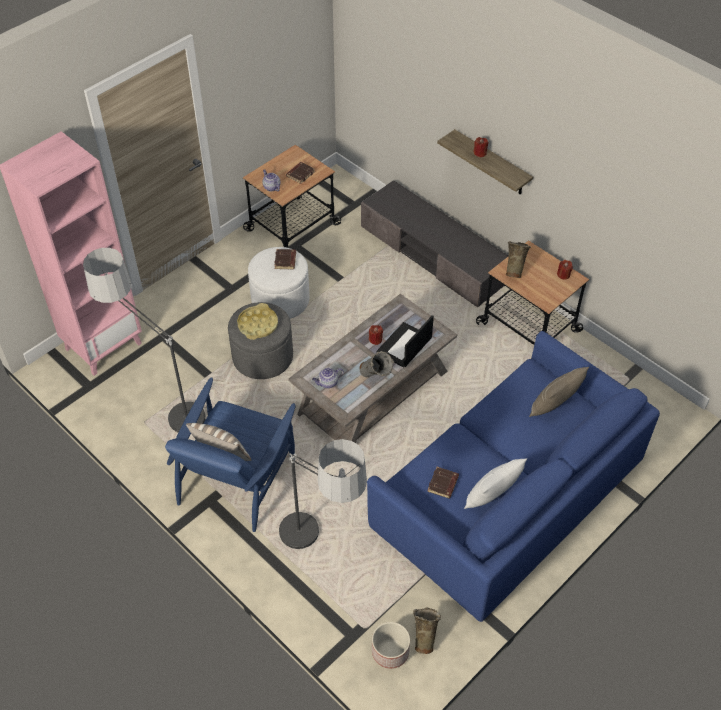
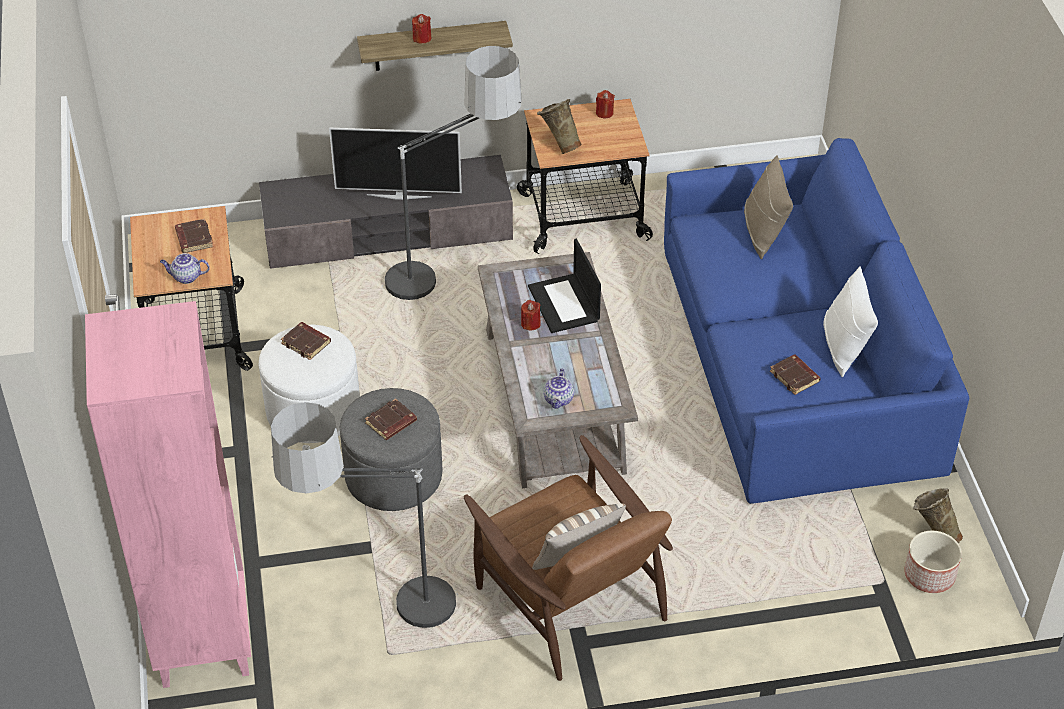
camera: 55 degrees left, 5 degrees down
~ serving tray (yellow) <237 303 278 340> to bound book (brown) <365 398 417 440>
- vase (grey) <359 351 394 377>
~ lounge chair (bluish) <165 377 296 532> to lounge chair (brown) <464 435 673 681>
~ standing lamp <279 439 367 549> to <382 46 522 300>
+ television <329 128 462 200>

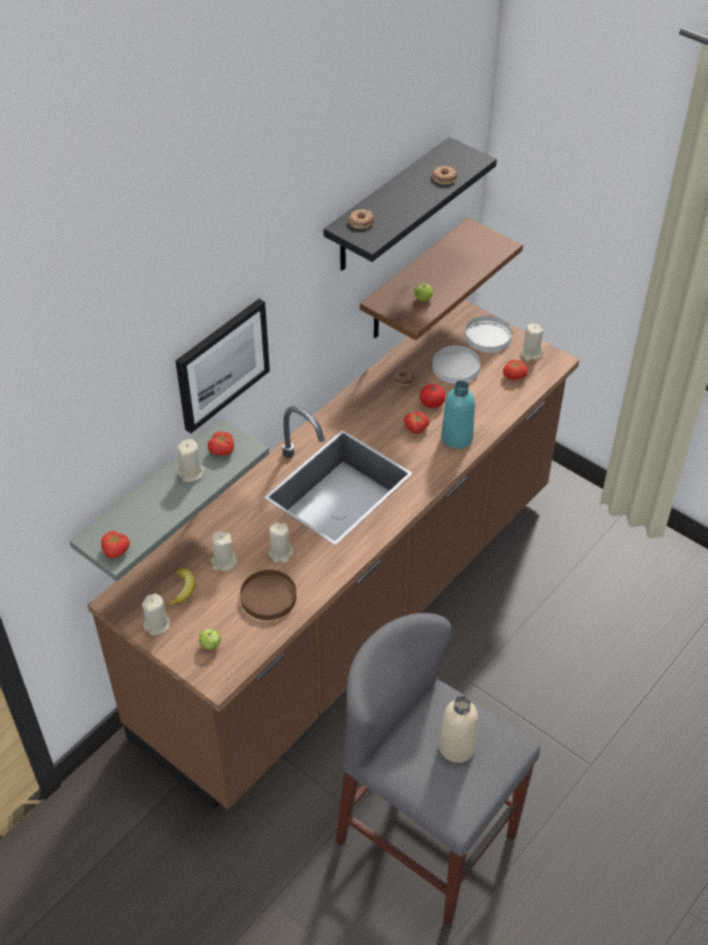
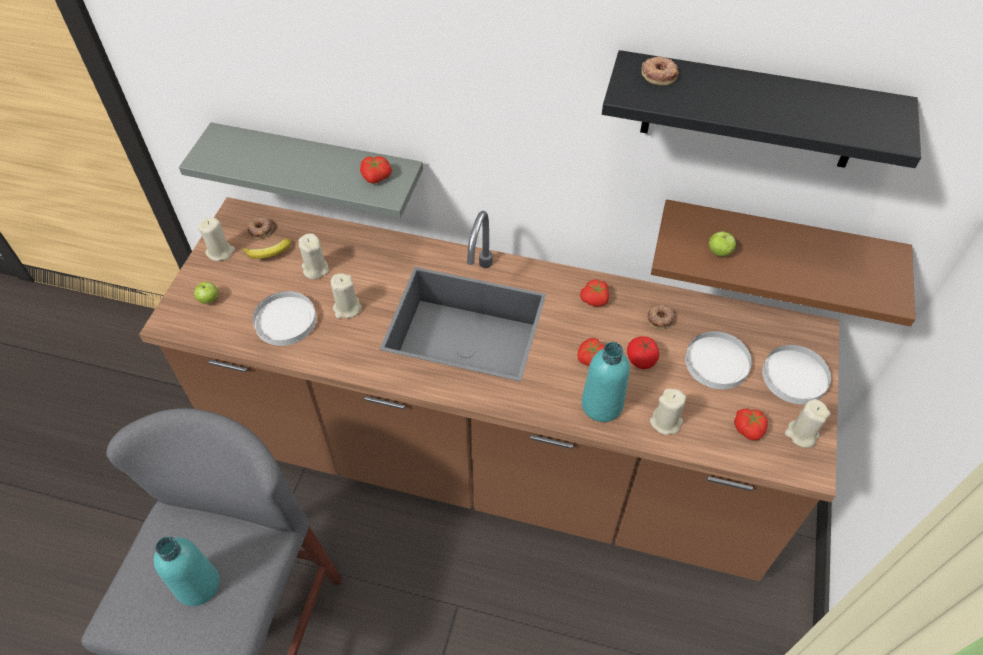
camera: 65 degrees right, 5 degrees up
~ doughnut <431 166 457 185> to <247 217 273 239>
- picture <175 299 270 433>
~ candle (beige) <177 439 205 482> to <650 389 686 435>
~ whole tomato <101 531 130 558> to <580 279 609 306>
~ dinner plate (brown) <240 570 296 620> to dinner plate (white-coloured) <253 291 316 346>
~ drink bottle (beige) <439 695 478 763> to drink bottle (turquoise) <154 536 220 606>

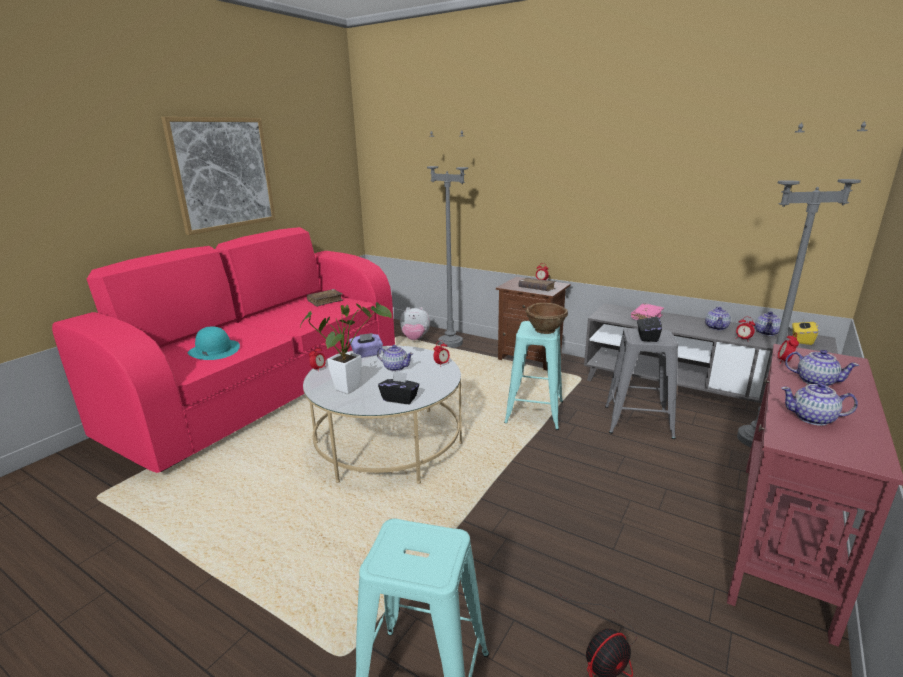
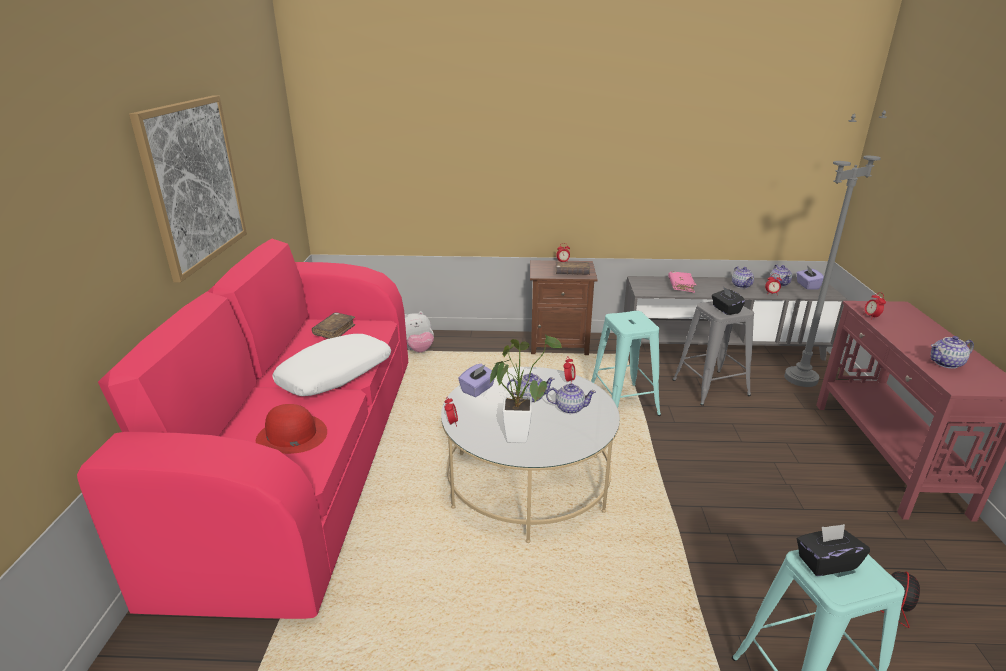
camera: 30 degrees left, 5 degrees up
- standing lamp (grey) <427 131 468 348>
- deep dish (brown) <526 303 568 334>
~ tissue box (yellow) <792 316 818 345> to tissue box (purplish) <796 266 824 290>
~ hat (turquoise) <188 326 240 360> to hat (red) <256 404 327 454>
~ tea pot <785 350 859 387> to <546 383 596 414>
~ tissue box (black-coloured) <378 371 419 404> to <797 524 870 576>
+ pillow (white-coloured) <272 334 391 396>

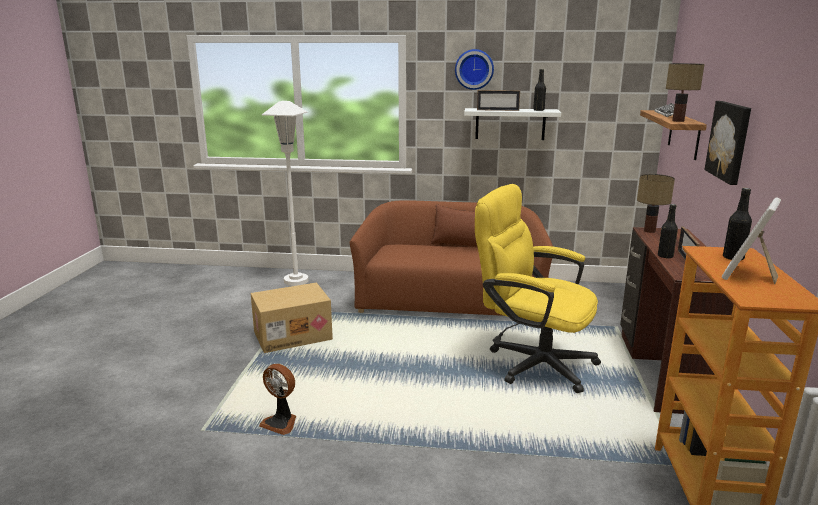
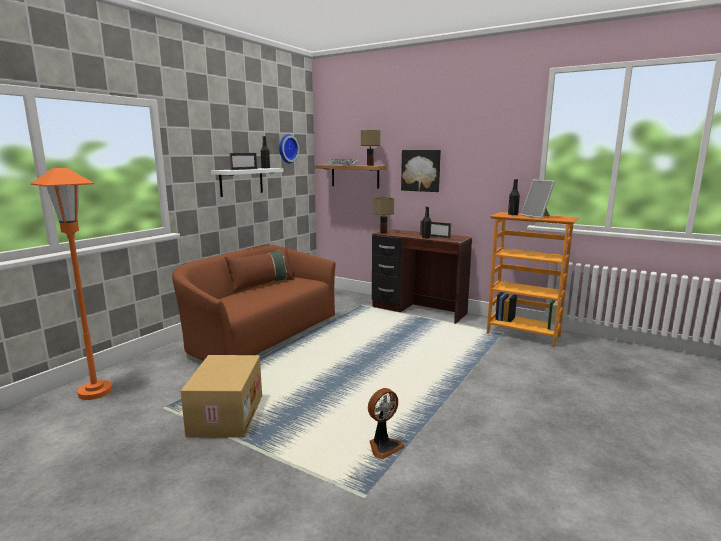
camera: 65 degrees left, 5 degrees down
~ clock on the wall <455 49 494 90> to <279 134 299 163>
~ standing lamp (white-coloured) <262 101 308 286> to standing lamp (orange) <31 168 112 400>
- desk chair (yellow) <475 184 601 393>

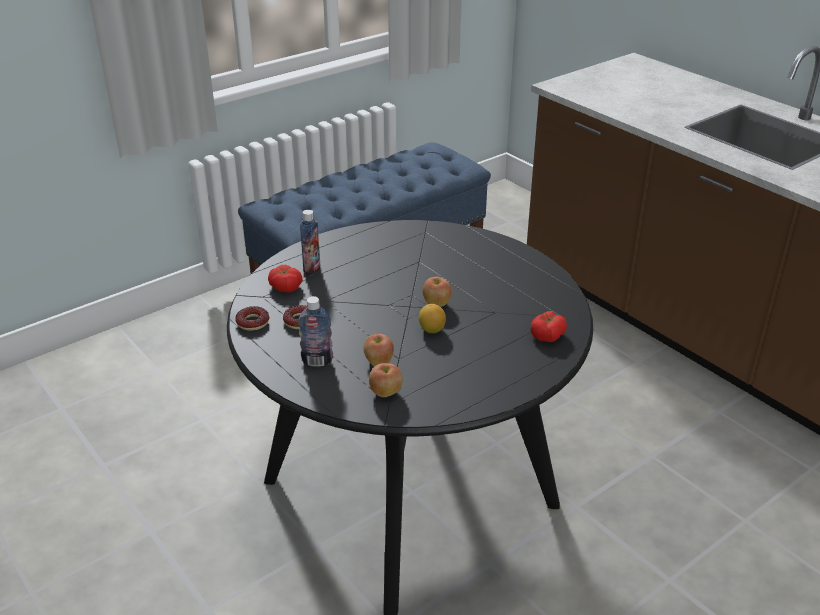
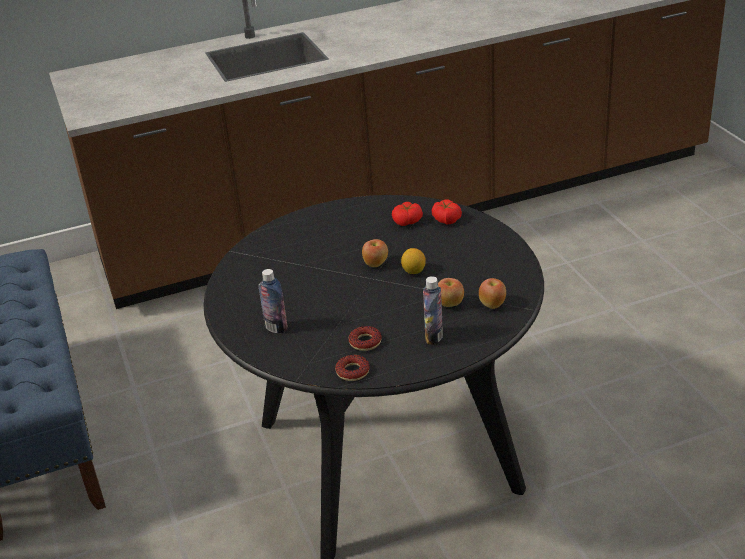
camera: 70 degrees left, 0 degrees up
~ whole tomato <268 265 303 292> to <392 202 423 226>

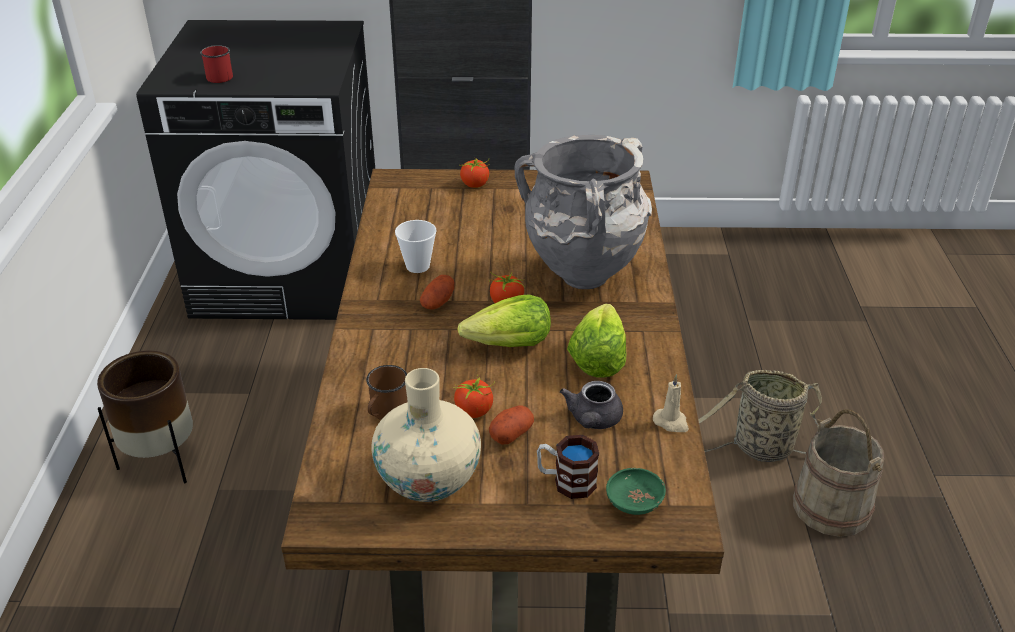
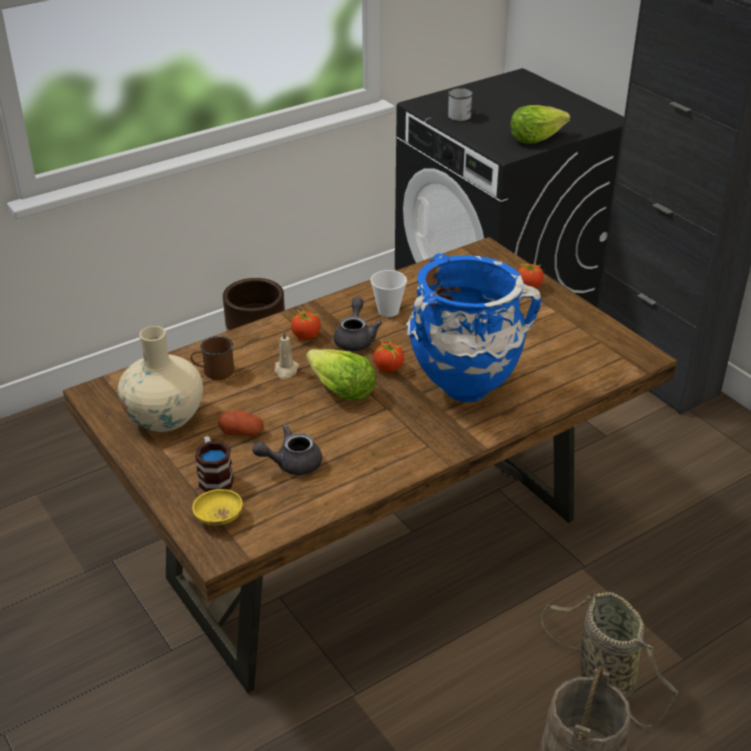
camera: 55 degrees right, 0 degrees up
~ tea mug (red) <200 45 233 83> to tea mug (white-coloured) <448 88 473 121>
~ vase (grey) <515 135 652 289> to vase (bluish) <406 253 541 402>
~ potato <420 275 455 310> to tea pot (grey) <334 297 382 351>
~ lettuce head <567 304 626 377> to <511 105 570 144>
~ candle (beige) <653 374 689 432> to <274 331 299 379>
~ whole tomato <453 375 495 418> to <291 310 321 340>
~ deep dish (green-coloured) <606 468 666 515> to deep dish (yellow) <192 489 243 525>

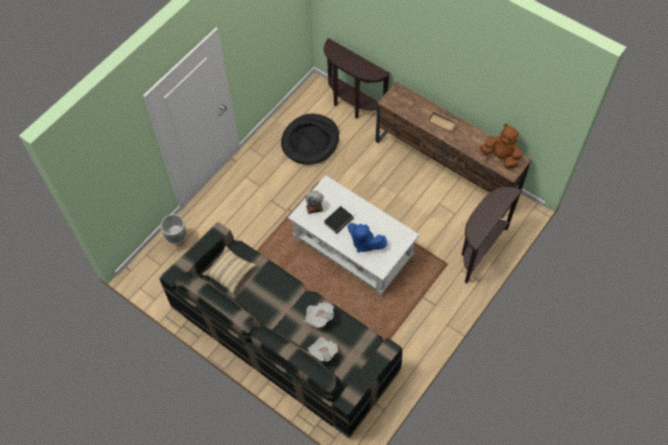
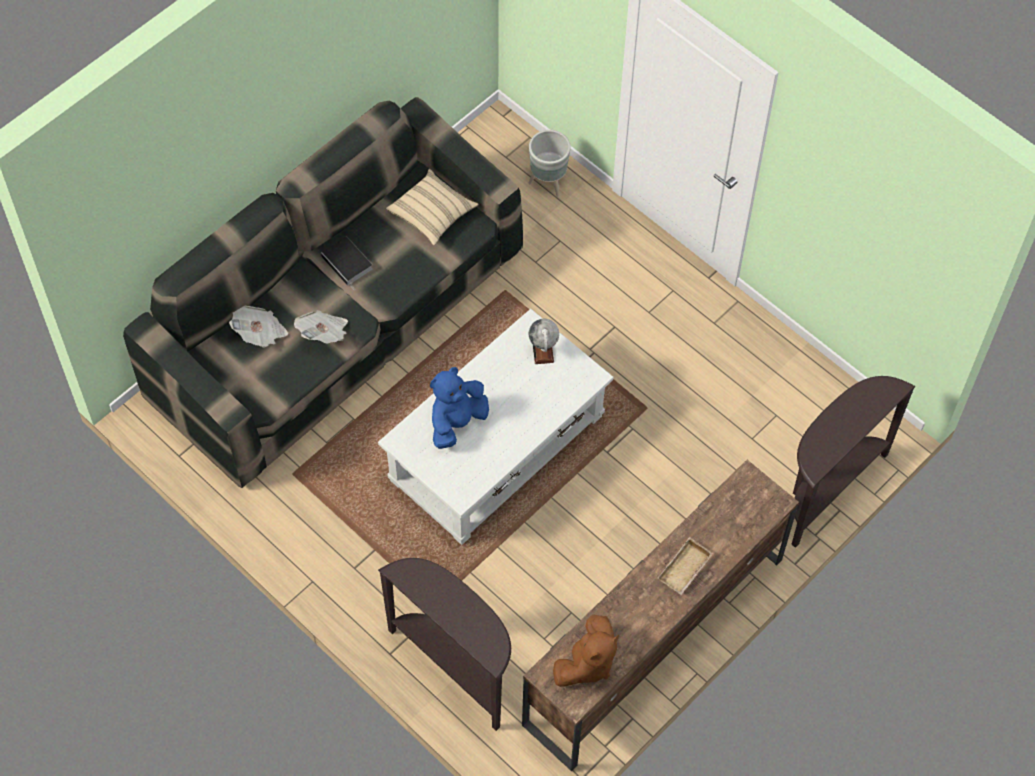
camera: 95 degrees right, 0 degrees up
- dog bed (black-coloured) <281 114 339 165>
~ bound book <324 206 354 234> to <321 237 373 290>

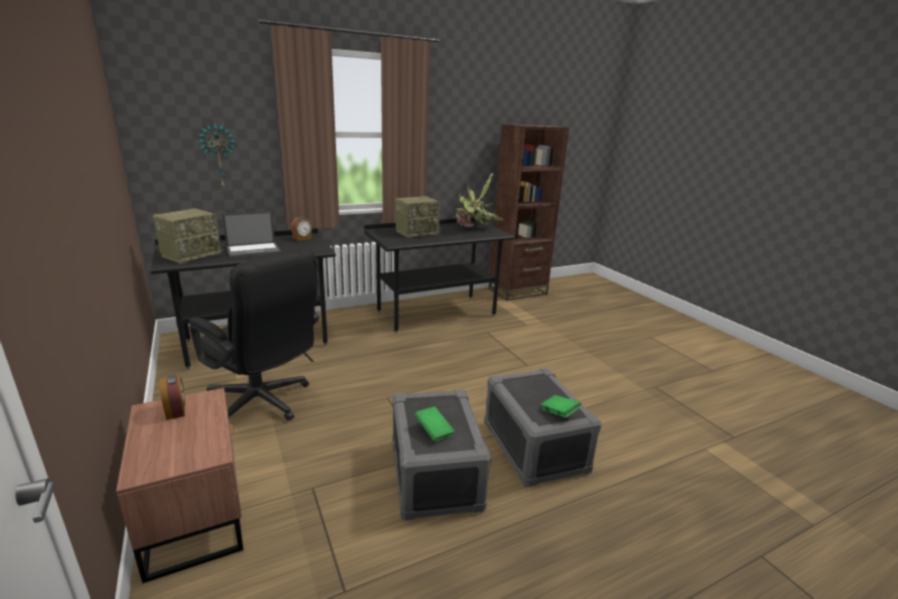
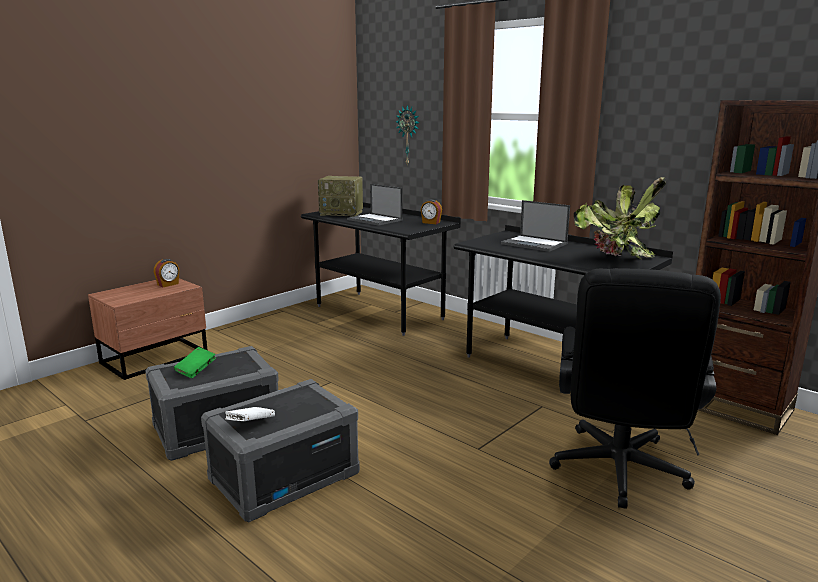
camera: 70 degrees right, 5 degrees down
~ radio receiver <395 196 441 238> to portable computer <501 200 570 252>
~ desk chair (black-coloured) <189 248 319 421> to <549 268 721 509>
~ bound book (green-coloured) <541 395 581 418> to bound book (white-coloured) <225 407 275 421>

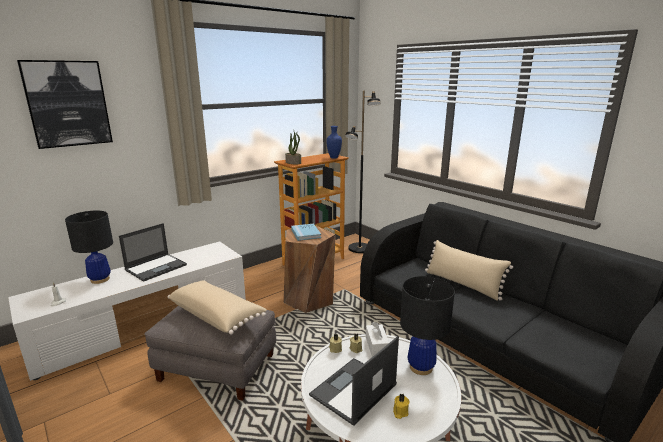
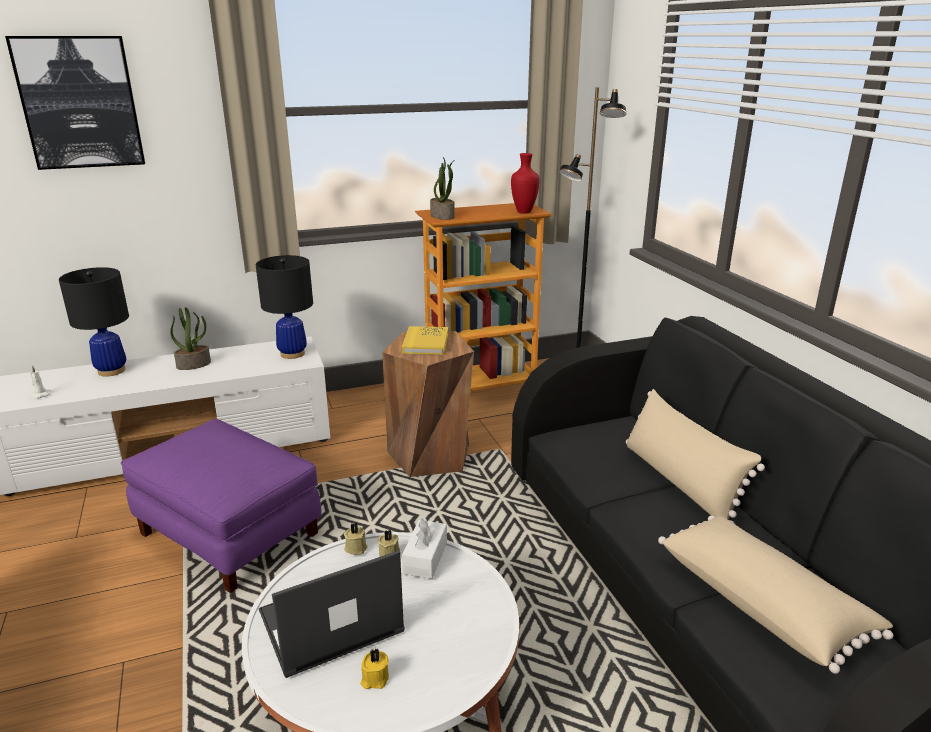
camera: 20 degrees right, 5 degrees up
~ vase (bluish) <326 126 342 159> to vase (red) <511 153 540 214>
~ portable computer <119 223 187 282> to plant in a pot <170 307 211 370>
~ bound book (bluish) <291 224 321 241> to bound book (yellow) <402 326 448 355>
~ table lamp (black-coloured) <400 276 455 375> to <256 255 313 359>
~ pillow (beige) <168 281 267 335> to <658 516 893 674>
~ ottoman (grey) <145 306 276 401> to ottoman (purplish) <121 419 322 593>

